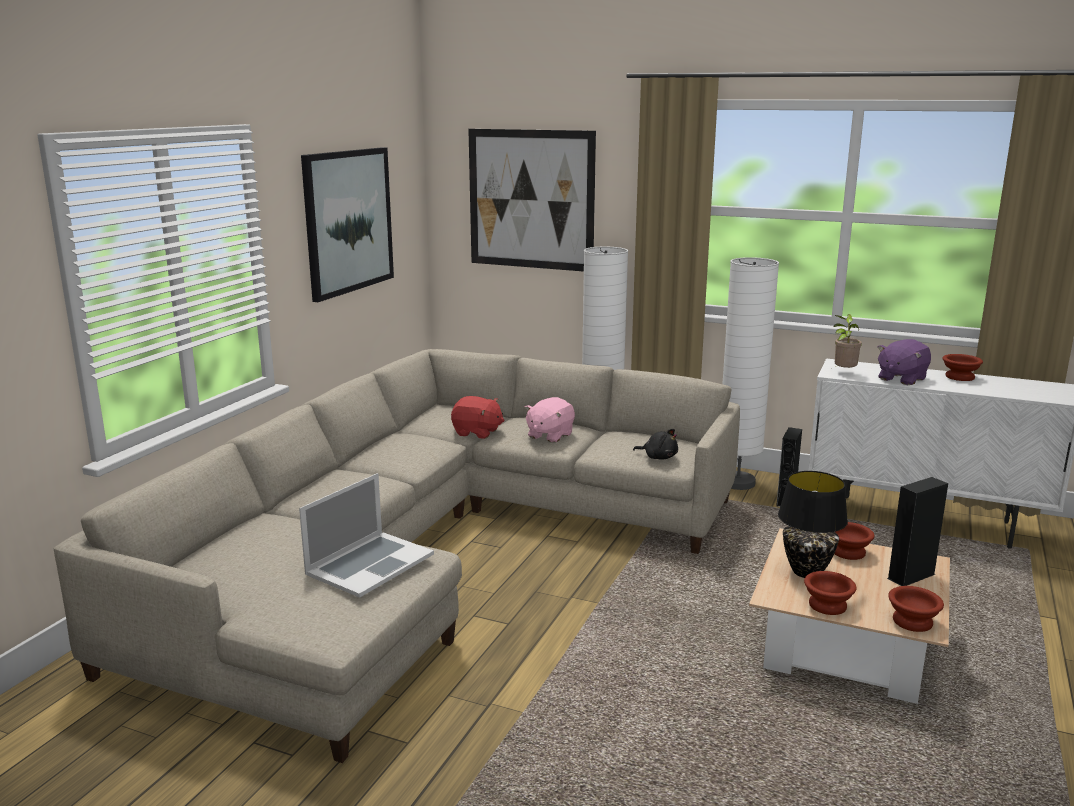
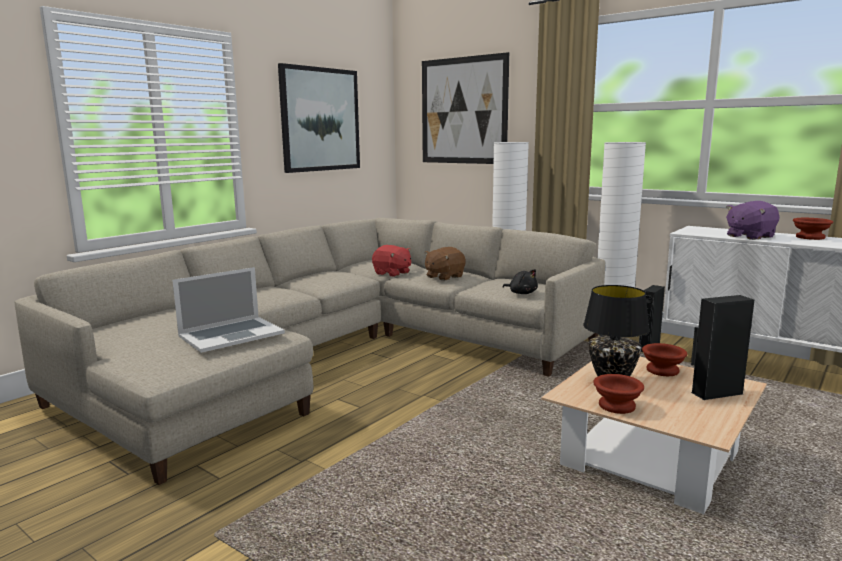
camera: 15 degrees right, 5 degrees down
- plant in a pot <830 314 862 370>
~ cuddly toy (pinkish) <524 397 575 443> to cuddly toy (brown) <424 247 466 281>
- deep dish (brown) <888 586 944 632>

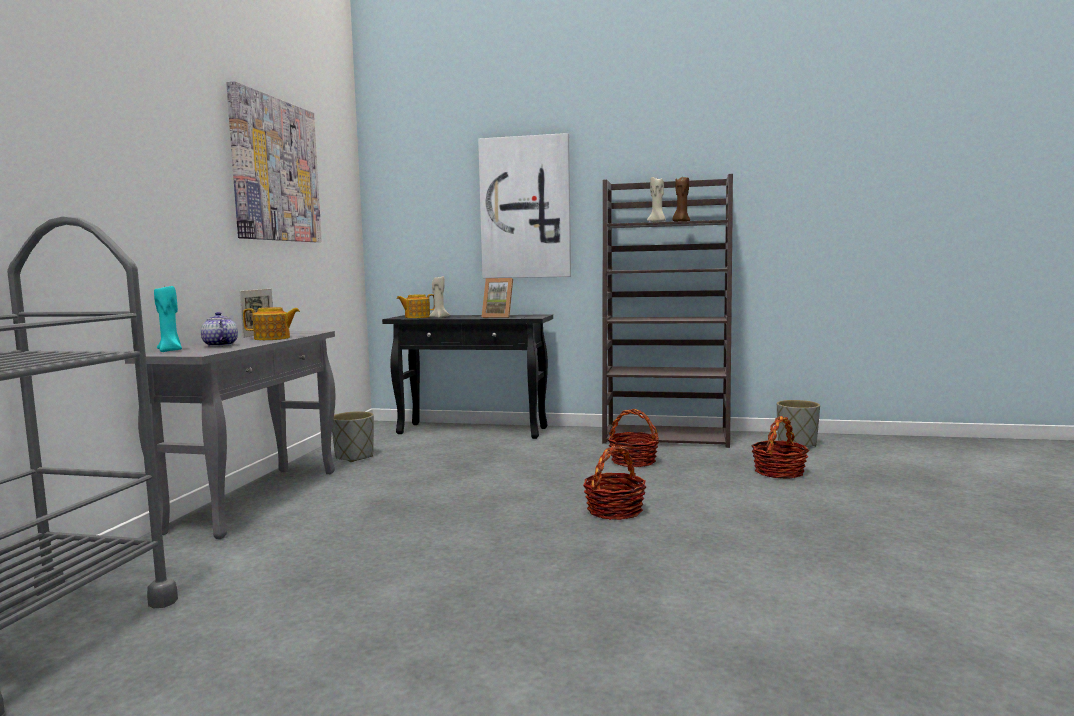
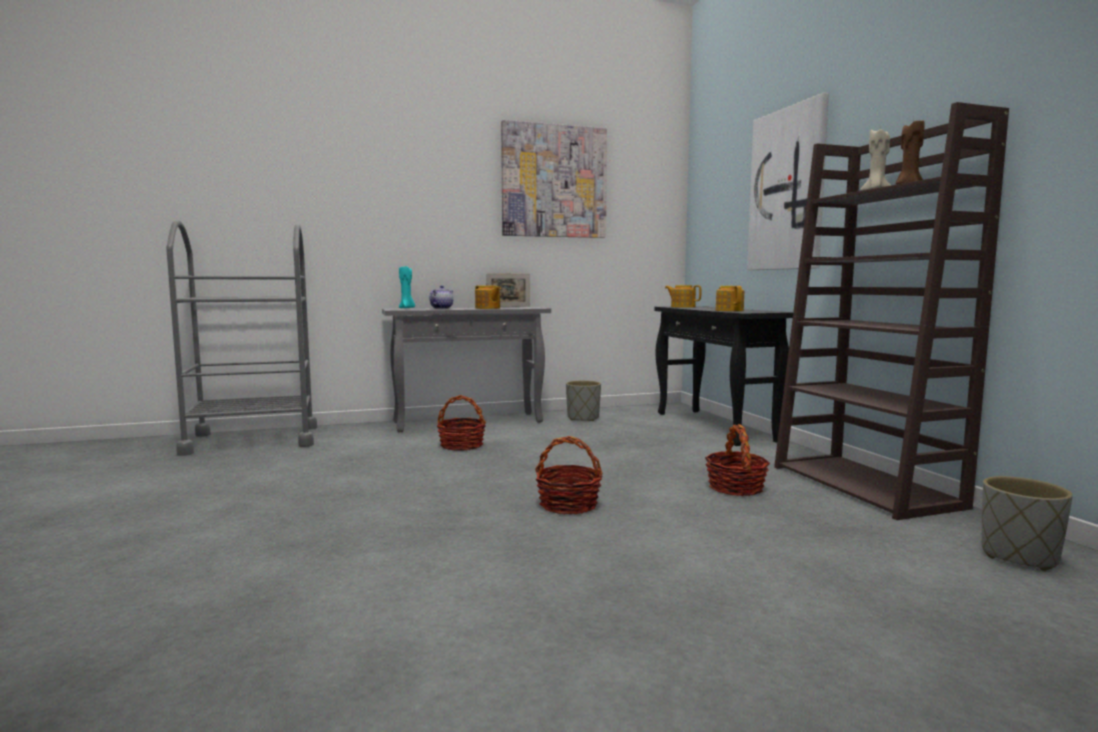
camera: 60 degrees right, 0 degrees up
- candle (beige) <429 276 450 318>
~ picture frame <482 278 513 318> to tea pot <716 286 744 311>
~ basket <751 416 809 479> to <437 395 486 450>

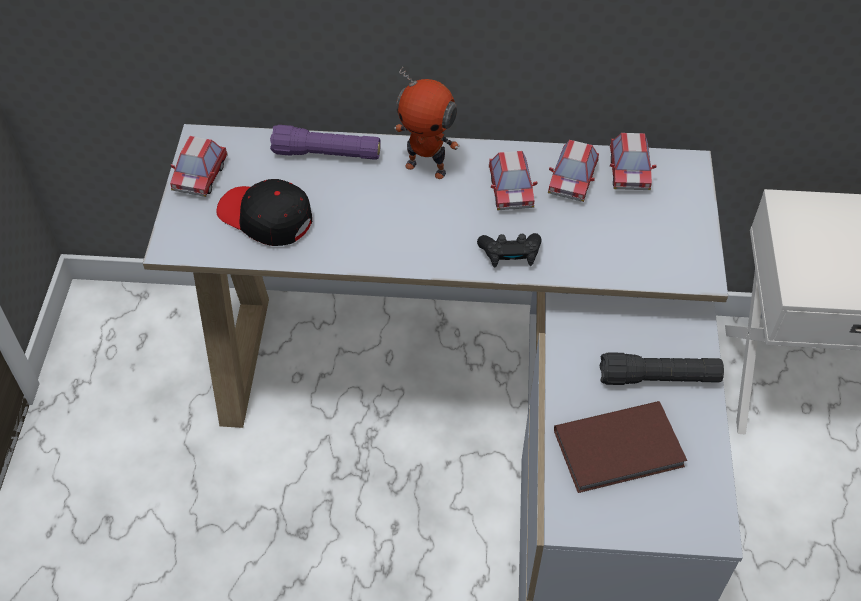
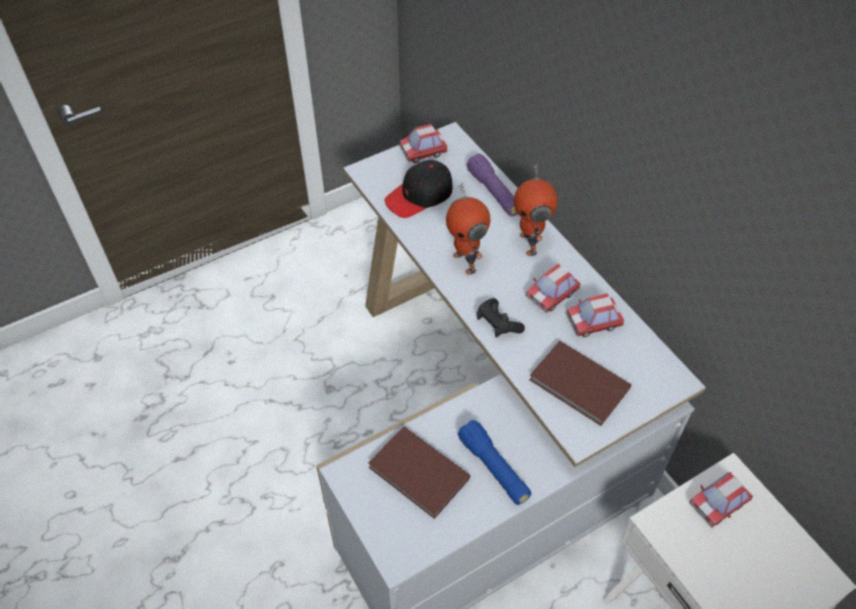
camera: 55 degrees right, 0 degrees up
~ toy car <610 133 657 190> to <689 472 753 528>
~ peaked cap (black-coloured) <217 179 312 246> = <385 160 453 218> 120 degrees counterclockwise
~ torch (black-coloured) <600 352 724 385> to torch (bluish) <458 420 531 505>
+ toy robot <446 183 490 275>
+ bound book (brown) <529 341 631 426>

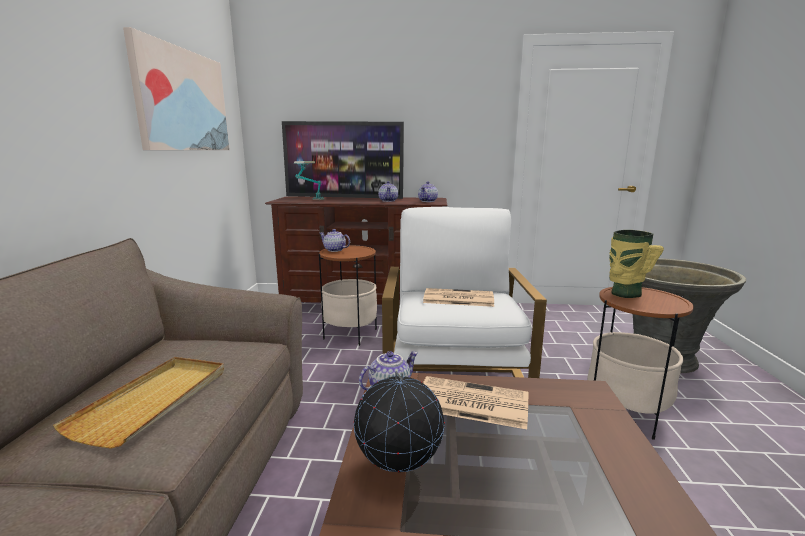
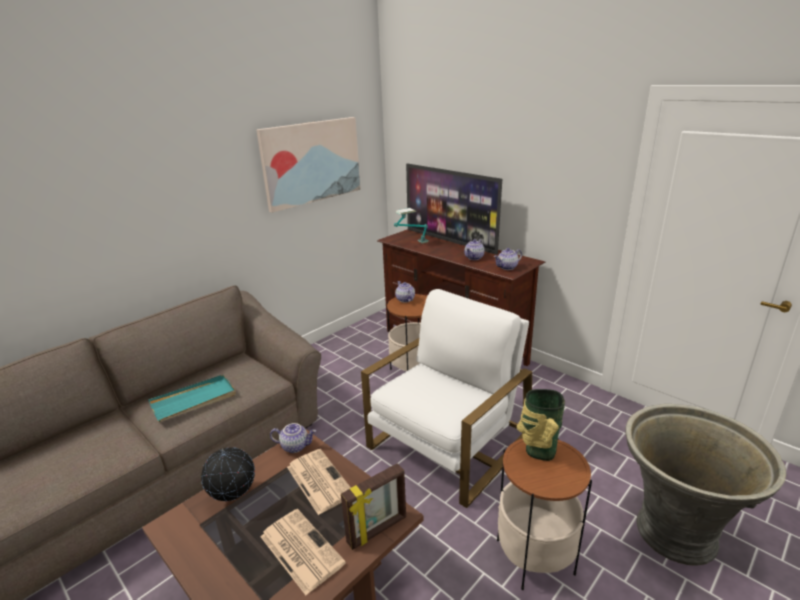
camera: 40 degrees right, 10 degrees up
~ daily paper <423 288 494 307> to <260 509 346 595>
~ serving tray (beige) <53 357 224 449> to serving tray (turquoise) <148 375 236 422>
+ picture frame <341 463 406 550>

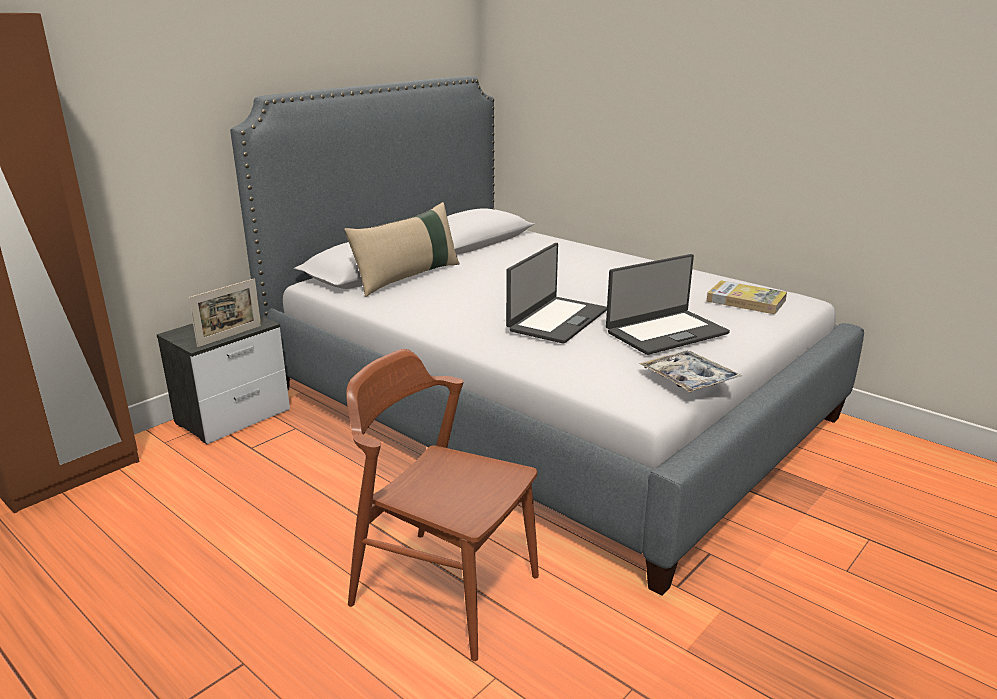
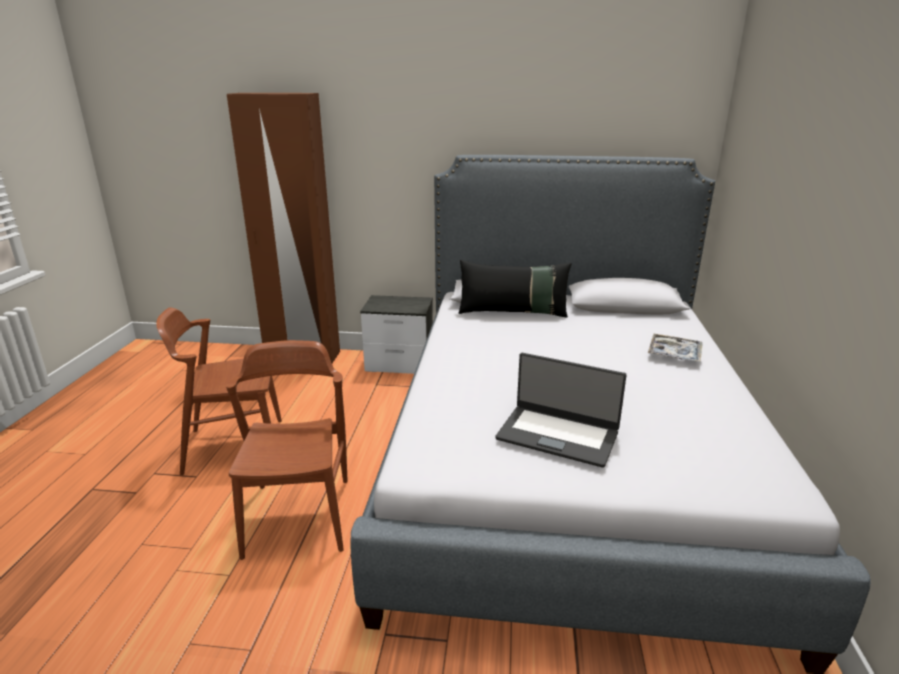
camera: 55 degrees right, 0 degrees up
~ pillow (beige) <344 202 460 297> to pillow (black-coloured) <459 260 572 318>
- portable computer <506 243 607 344>
- picture frame <188 278 261 347>
- bound book <707 281 787 314>
~ serving tray <639 351 742 393> to <648 334 703 362>
+ plain chair (brown) <156 307 282 475>

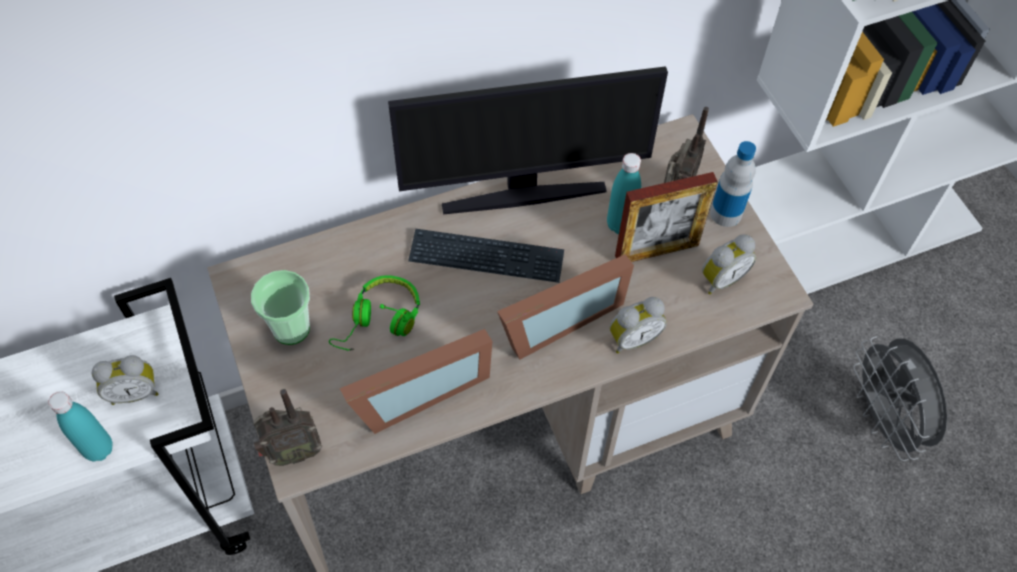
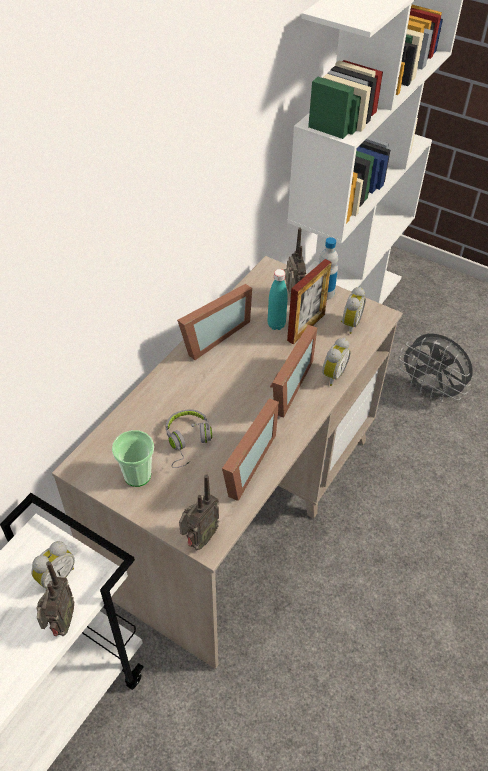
camera: 35 degrees left, 10 degrees down
~ monitor <388 66 668 215> to picture frame <177 284 252 360>
- computer keyboard <408 229 564 283>
~ headphones (green-coloured) <329 275 420 350> to headphones (grey) <165 409 212 468>
~ drink bottle (turquoise) <48 391 113 461> to radio receiver <36 561 74 636>

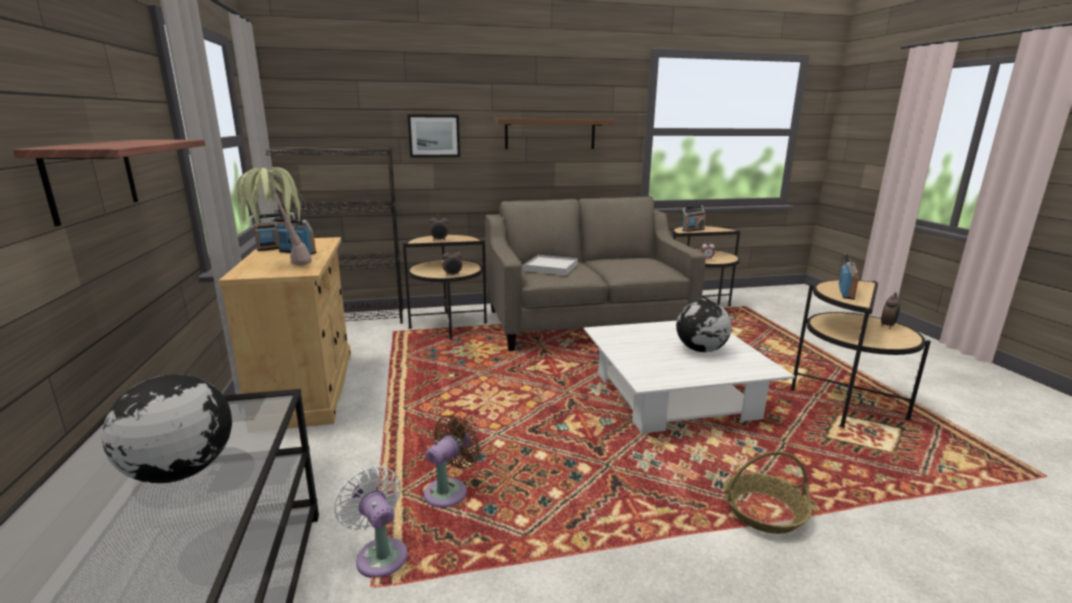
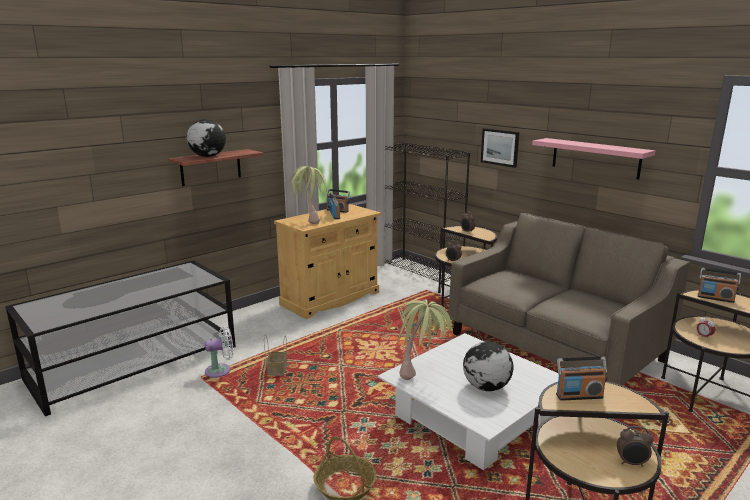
camera: 60 degrees right, 0 degrees up
~ shelf (brown) <494 119 614 149> to shelf (pinkish) <532 138 655 180>
- serving tray (white-coloured) <524 255 578 275>
~ world globe <102 375 232 483> to <187 119 226 157>
~ cooling fan (brown) <424 415 481 508> to basket <264 335 287 376>
~ cooling fan (white-coloured) <334 466 408 578> = <205 326 234 378> 45 degrees clockwise
+ plant in a pot <398 300 454 380>

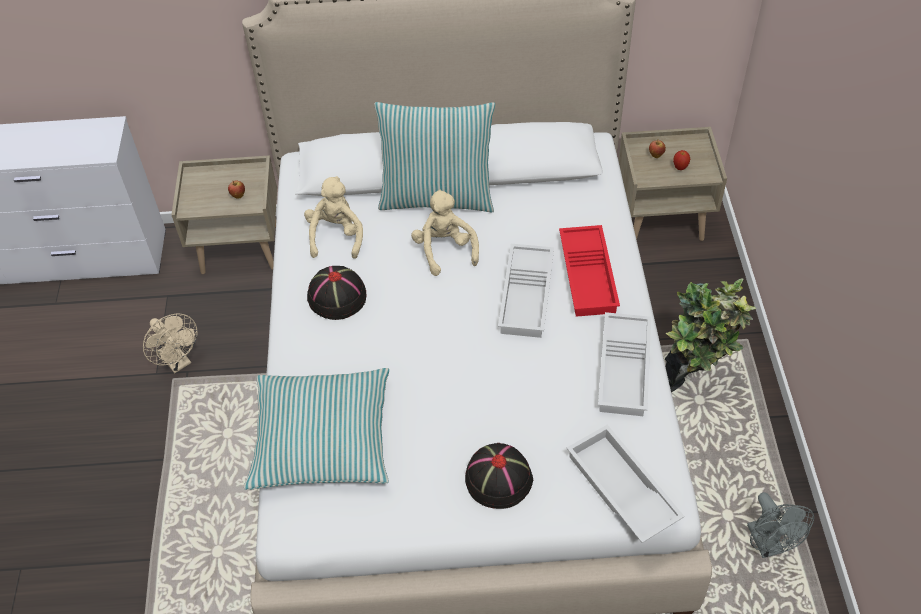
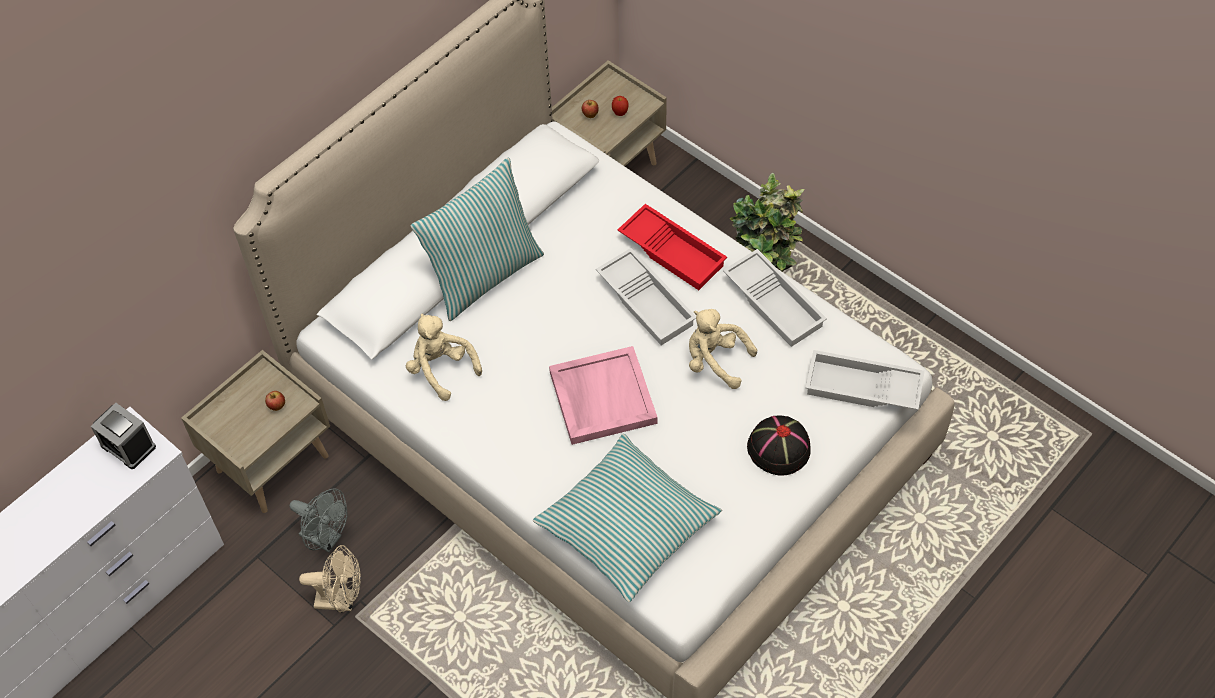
camera: 45 degrees left, 5 degrees up
~ cuddly toy (beige) <411 189 479 276> to <689 309 757 389>
- hat (black-coloured) <307 266 366 320>
~ cooling fan (grey) <747 492 814 558> to <290 488 347 552>
+ serving tray (pinkish) <549 346 658 445>
+ table clock <91 403 156 469>

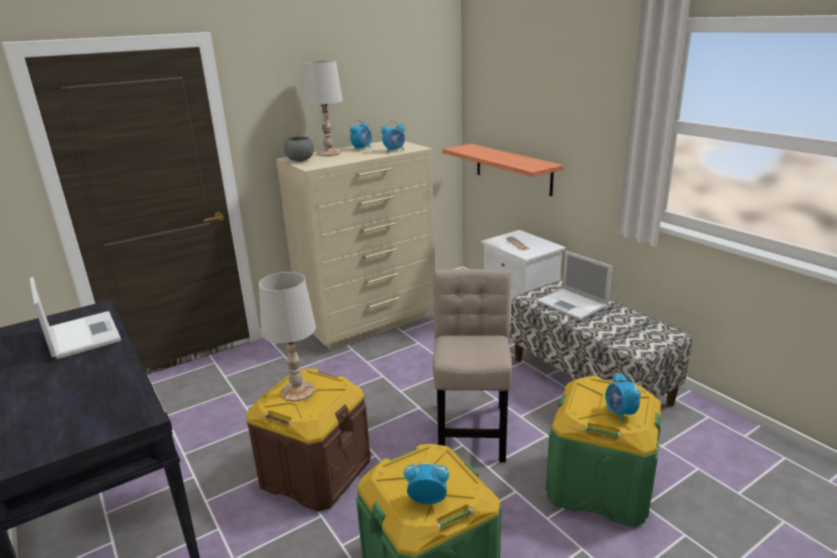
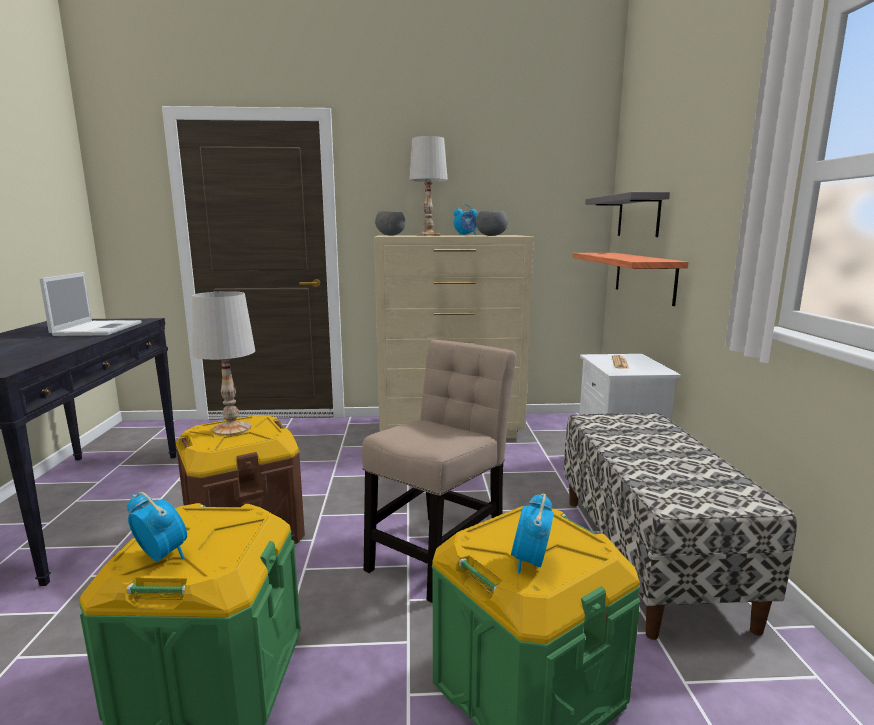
camera: 30 degrees right, 10 degrees down
~ table clock <381 121 405 152> to deep dish (grey) <476 211 508 236>
- portable computer <536 251 612 320>
+ shelf (grey) <585 192 670 237>

